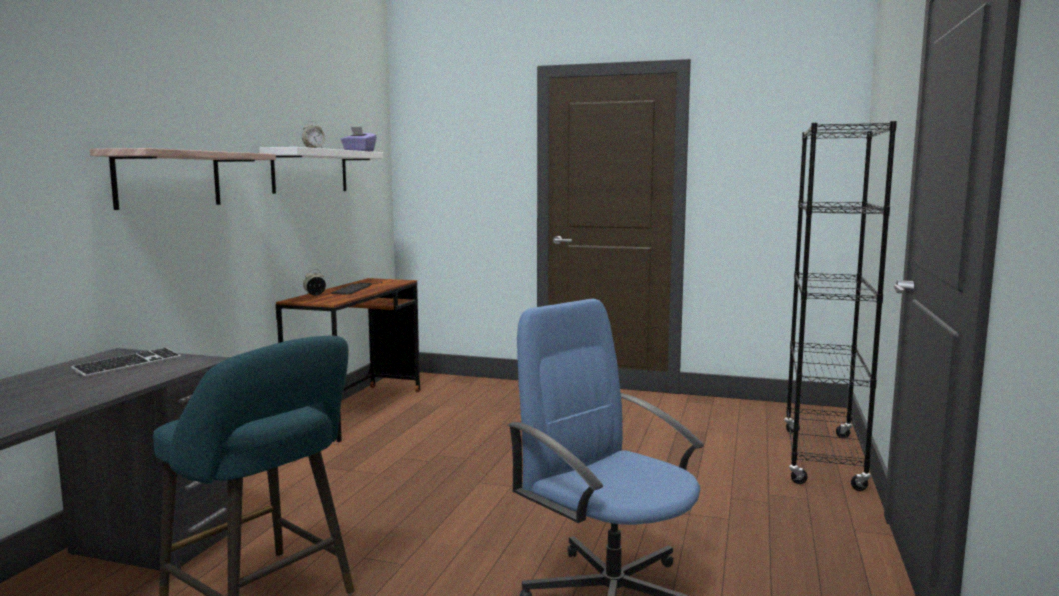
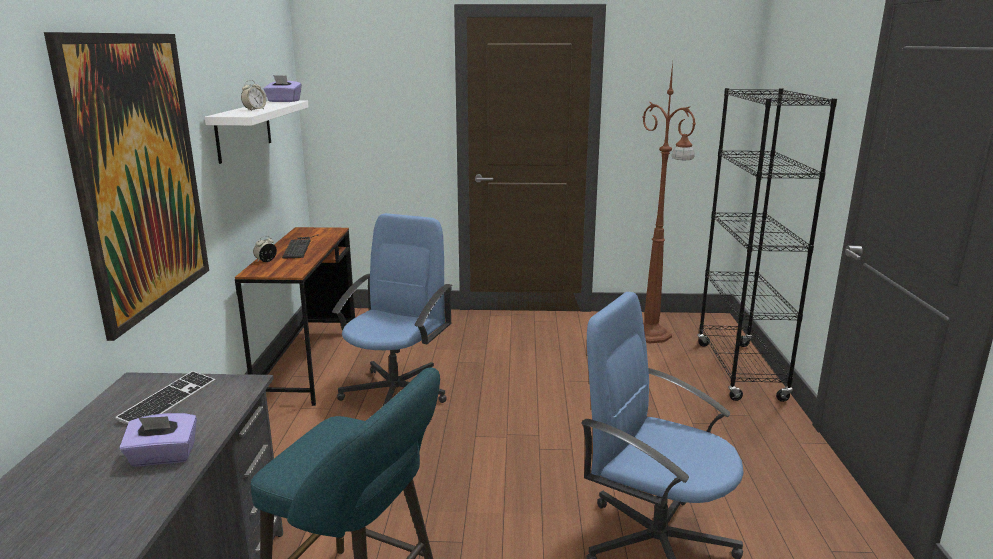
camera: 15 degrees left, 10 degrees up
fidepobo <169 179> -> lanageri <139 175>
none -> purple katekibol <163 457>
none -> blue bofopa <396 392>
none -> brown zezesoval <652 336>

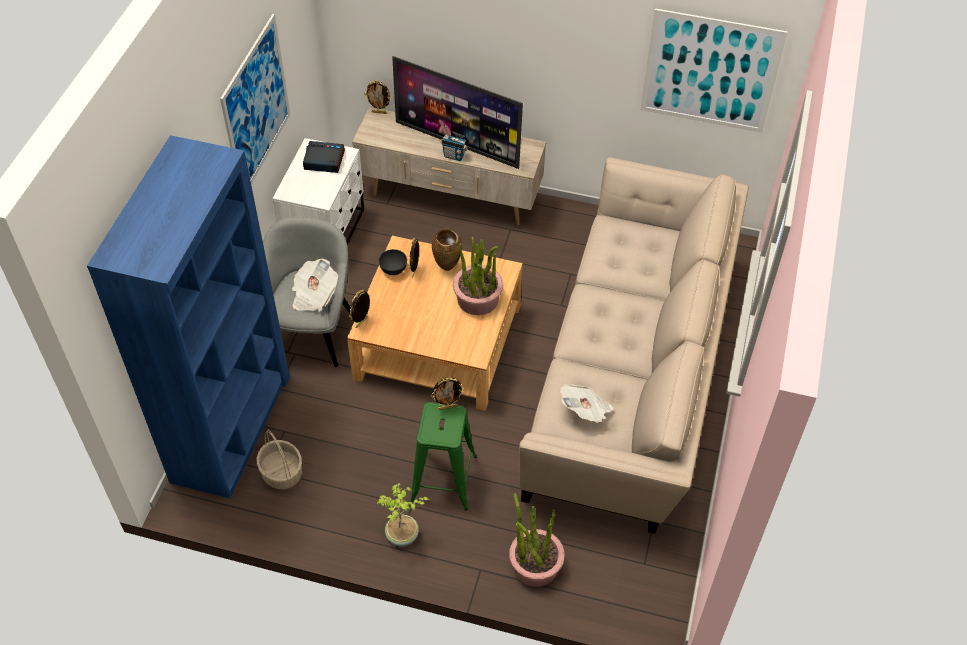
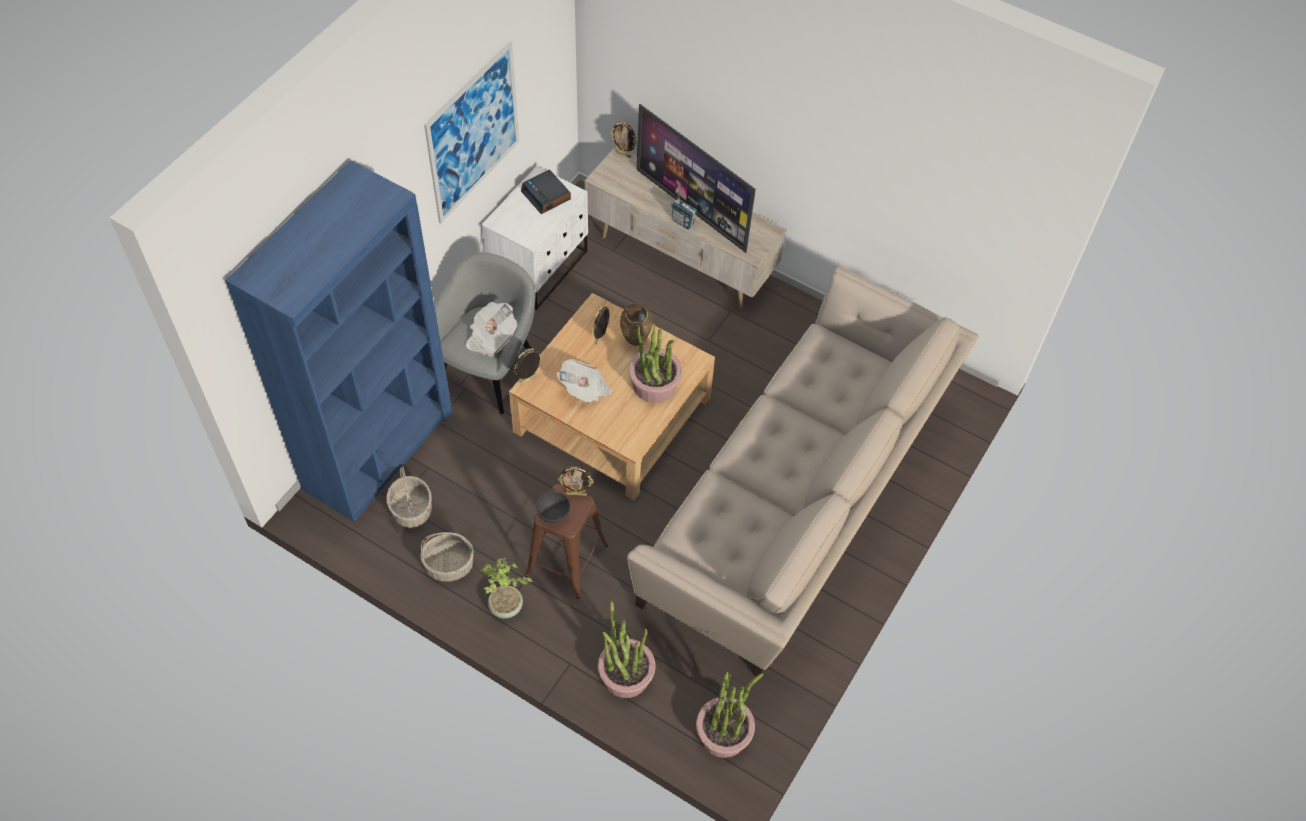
camera: 15 degrees right, 5 degrees up
none -> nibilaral <449 565>
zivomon <324 161> -> zivomon <546 196>, 150 degrees counterclockwise
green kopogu <443 479> -> brown kopogu <567 560>
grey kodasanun <393 270> -> grey kodasanun <553 515>, move
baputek <585 411> -> baputek <585 390>, move
none -> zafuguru <724 733>
lanageri <710 72> -> none

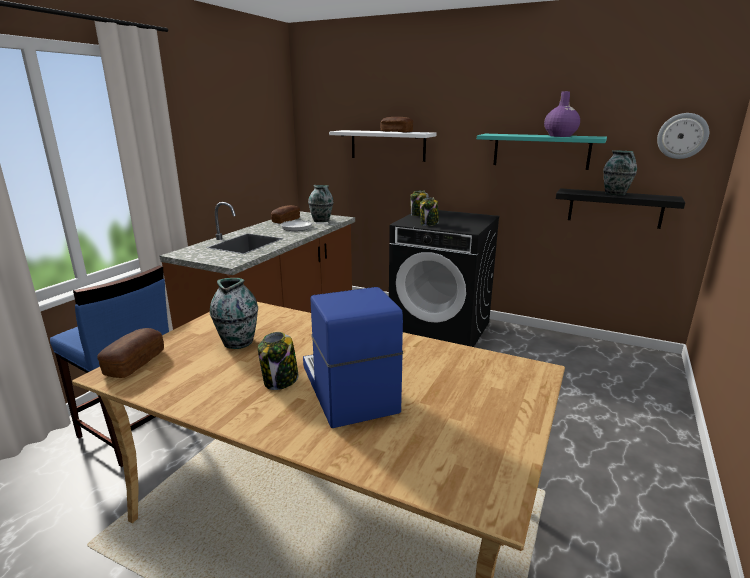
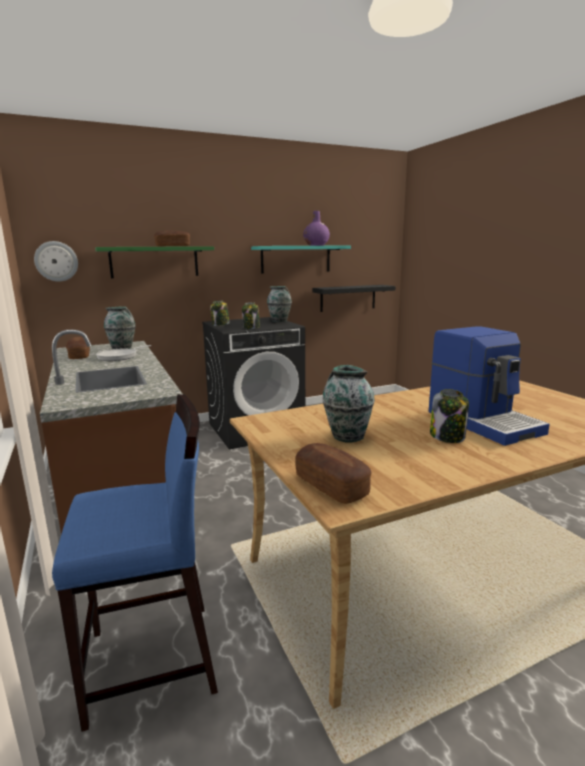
camera: 50 degrees left, 5 degrees down
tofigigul <682 136> -> tofigigul <56 261>, move
white fidepobo <387 145> -> green fidepobo <154 262>
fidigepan <615 194> -> fidigepan <279 321>, move
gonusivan <347 389> -> gonusivan <483 422>, 135 degrees counterclockwise

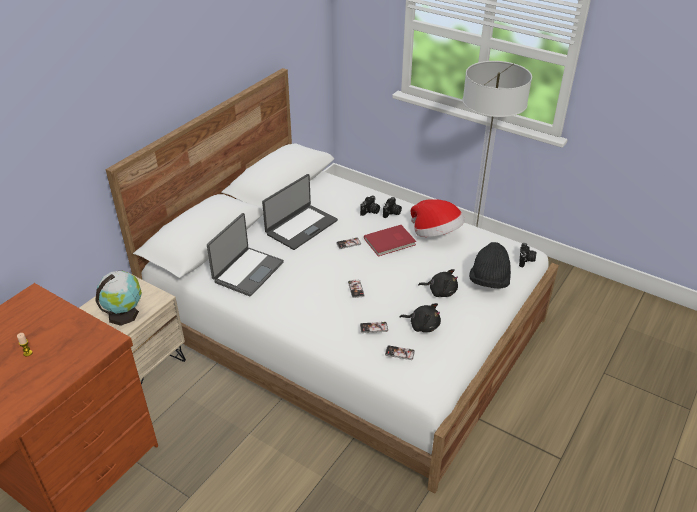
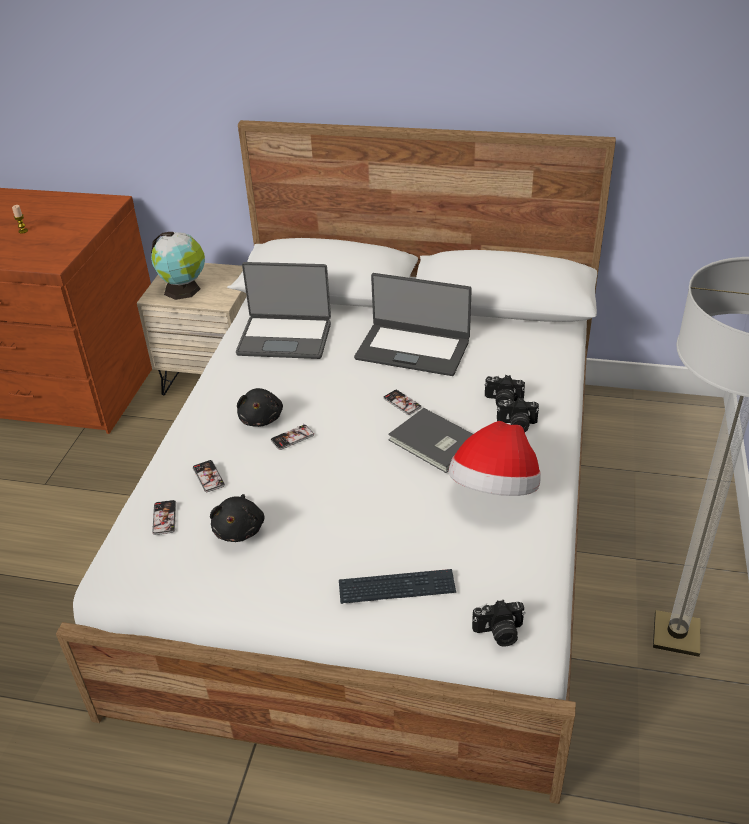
camera: 70 degrees right, 0 degrees up
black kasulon <440 291> -> black kasulon <261 418>, move
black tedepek <489 281> -> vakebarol <397 588>
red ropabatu <391 242> -> grey ropabatu <434 443>

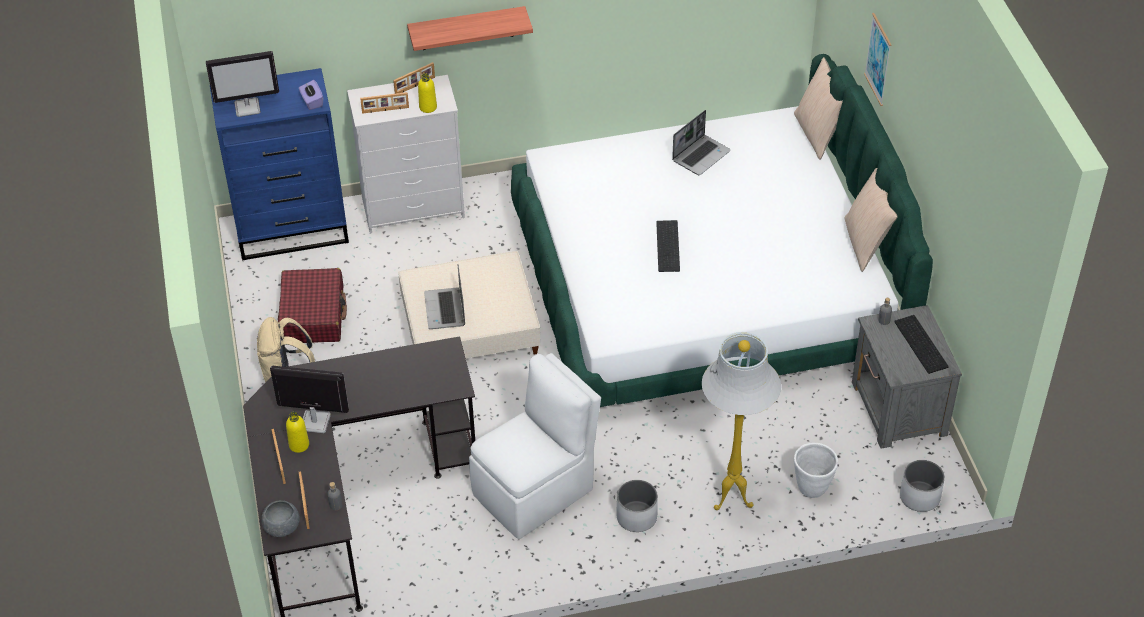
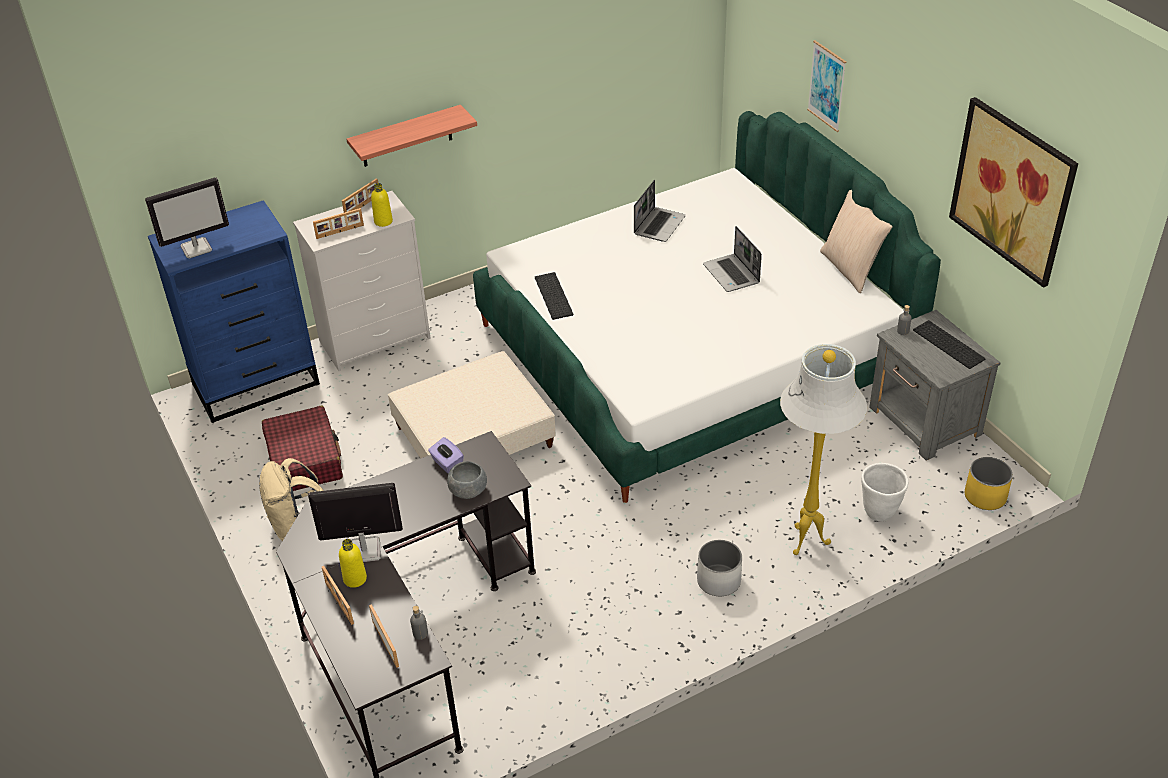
camera: 15 degrees left, 5 degrees down
purple katekibol <312 102> -> purple katekibol <447 463>, move
grey kodasanun <282 527> -> grey kodasanun <468 491>, move
vakebarol <669 246> -> vakebarol <555 296>, move
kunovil <445 310> -> kunovil <732 274>, move
none -> lanageri <1012 191>
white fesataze <919 496> -> yellow fesataze <984 496>
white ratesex <535 490> -> none
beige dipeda <818 134> -> none

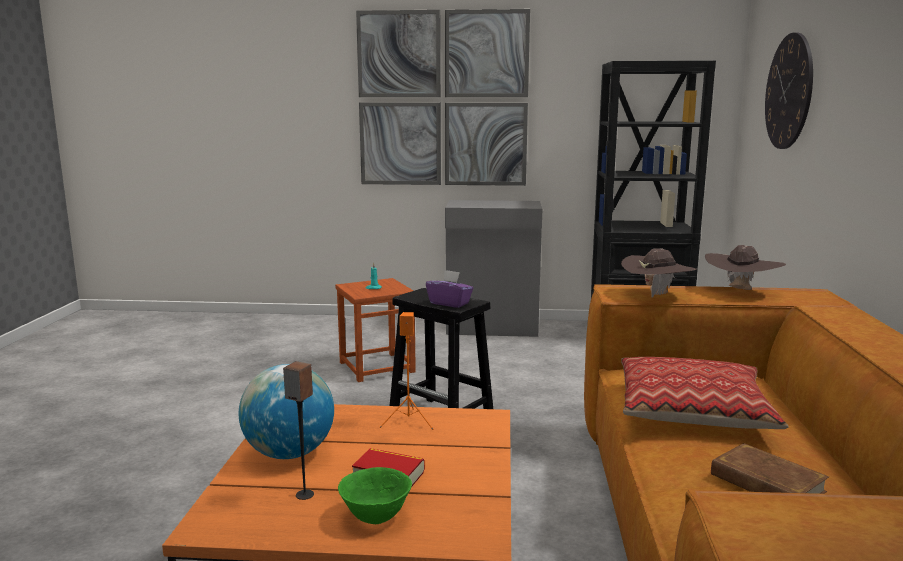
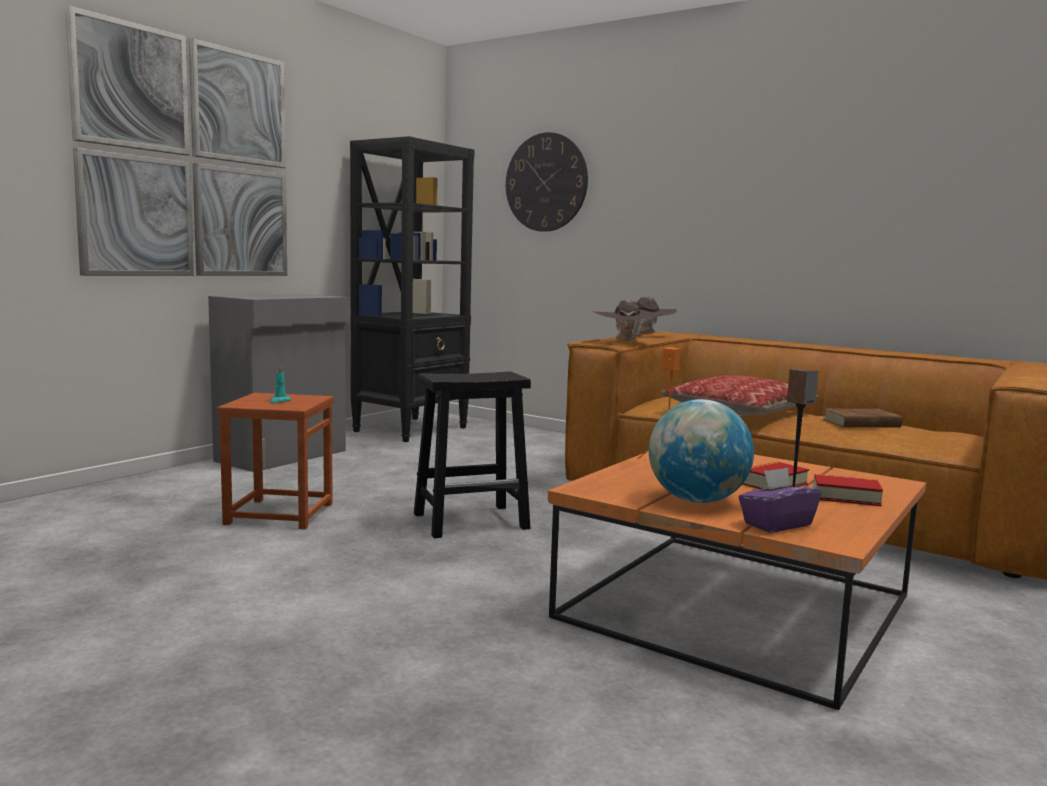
camera: 60 degrees left, 5 degrees down
purple katekibol <449 303> -> purple katekibol <776 524>, move
green kodasanun <375 517> -> ropabatu <846 497>

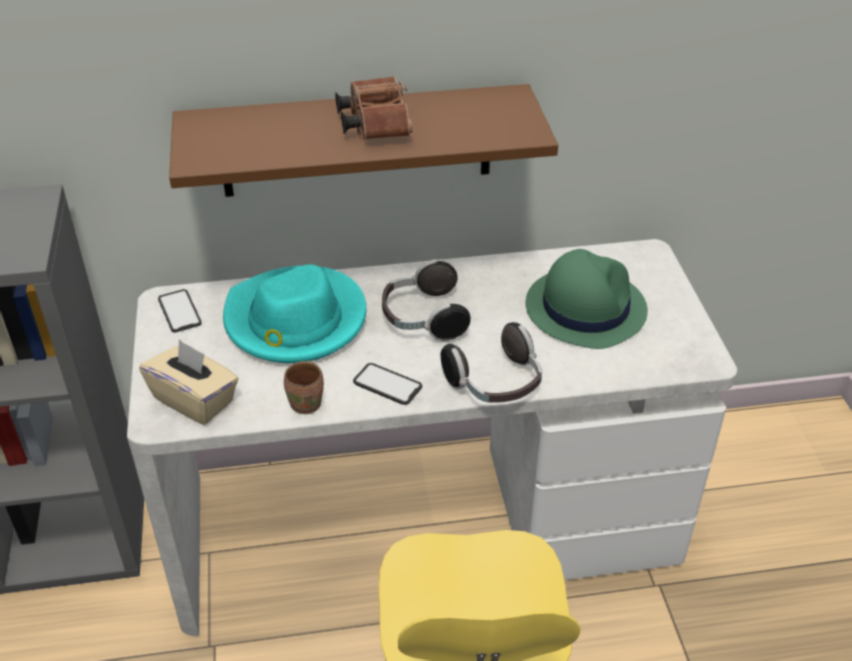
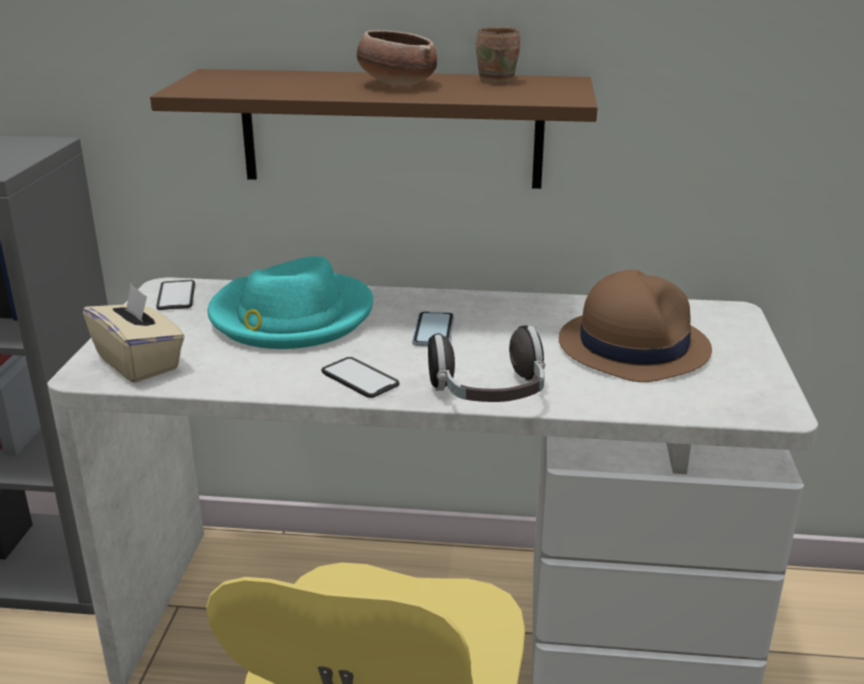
camera: 15 degrees right, 15 degrees down
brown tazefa <374 123> -> kodasanun <396 84>
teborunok <423 318> -> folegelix <433 331>
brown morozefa <308 403> -> brown morozefa <499 80>, move
green tedepek <585 307> -> brown tedepek <633 345>

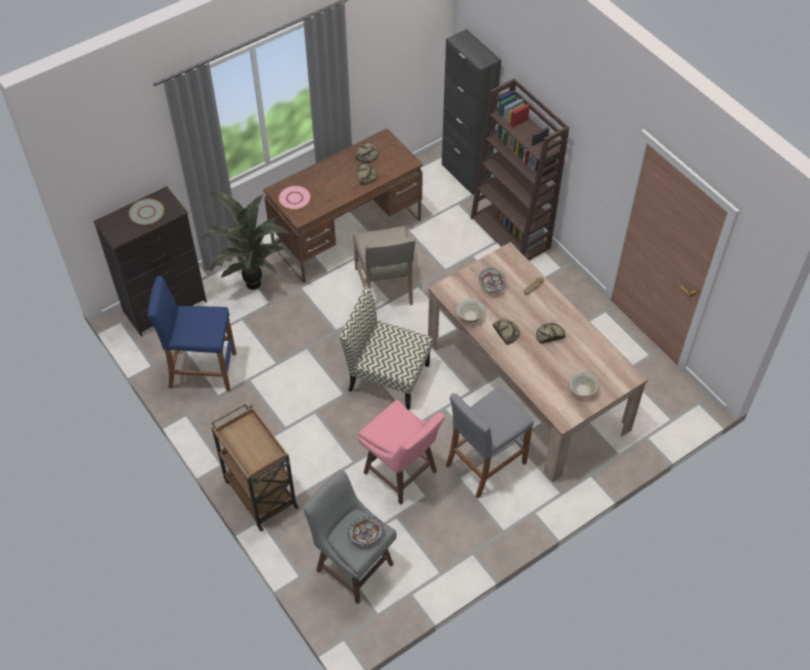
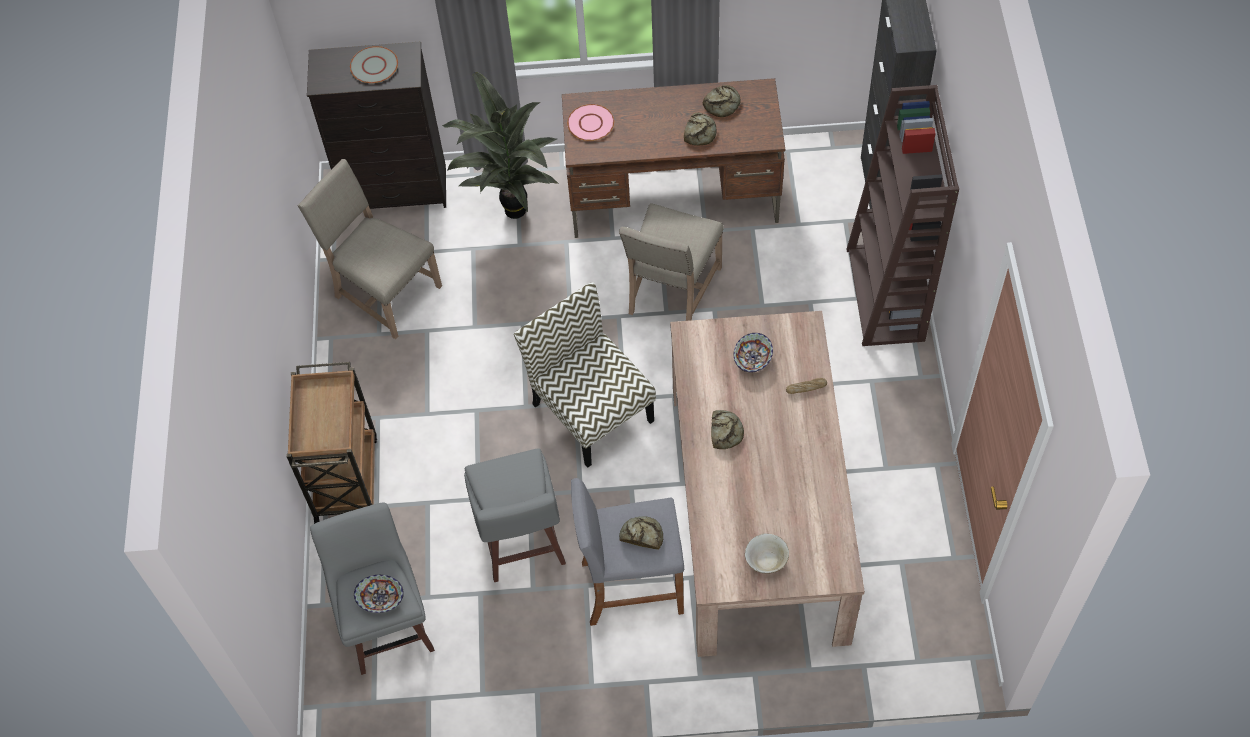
camera: 35 degrees right, 5 degrees up
blue kopogu <202 370> -> beige ratesex <384 292>
pink kopogu <401 474> -> grey kopogu <521 544>
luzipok <549 335> -> luzipok <642 535>, move
beige kodasanun <470 316> -> none

